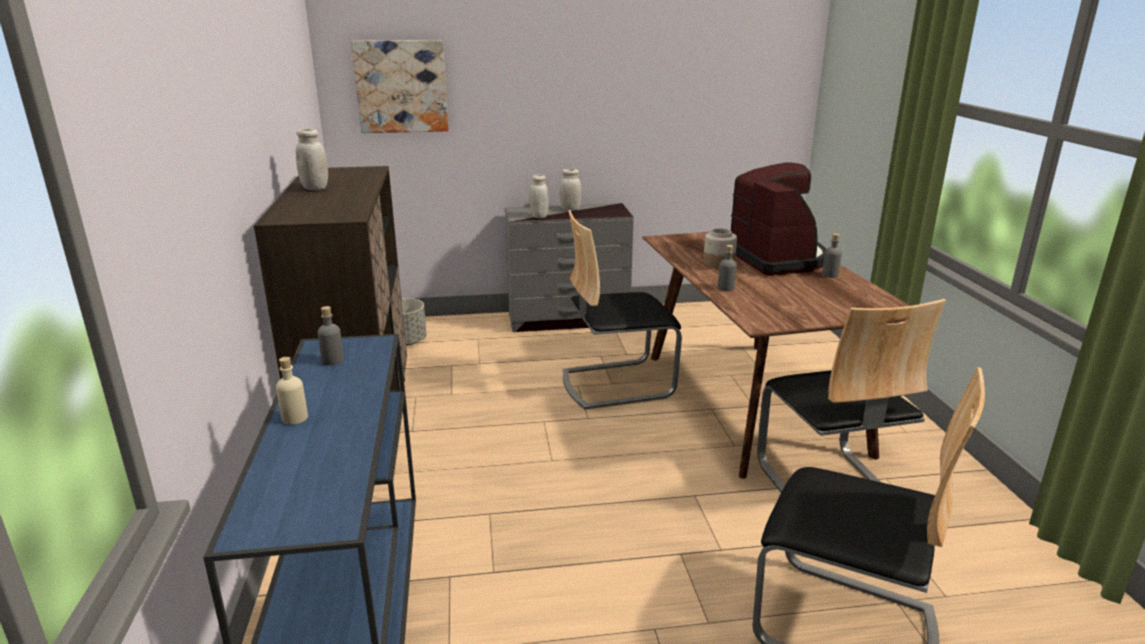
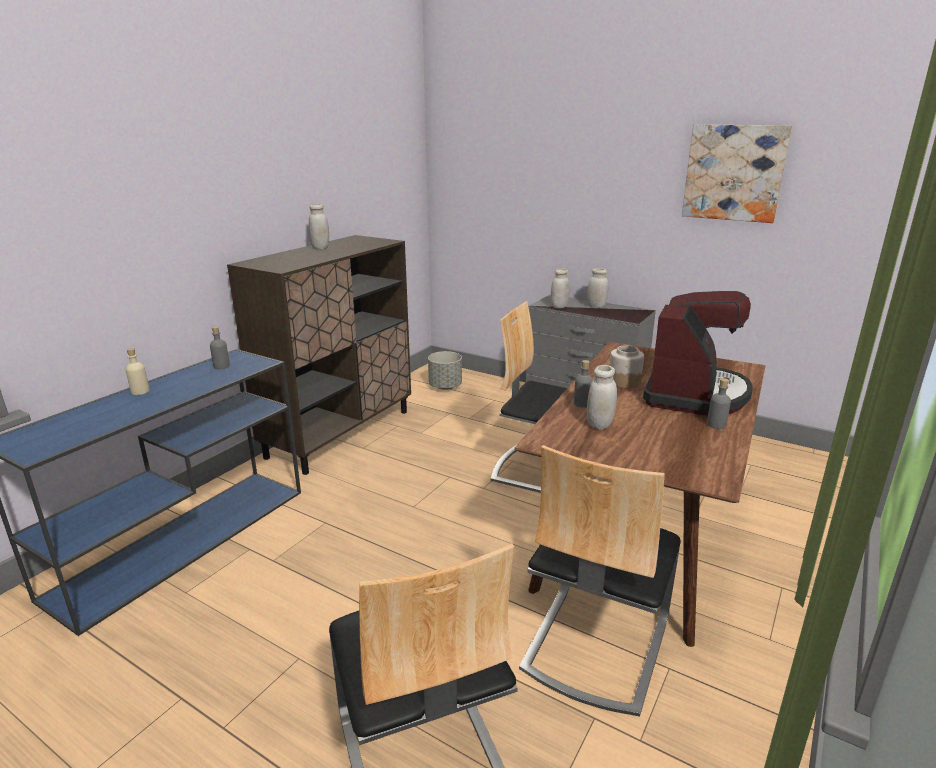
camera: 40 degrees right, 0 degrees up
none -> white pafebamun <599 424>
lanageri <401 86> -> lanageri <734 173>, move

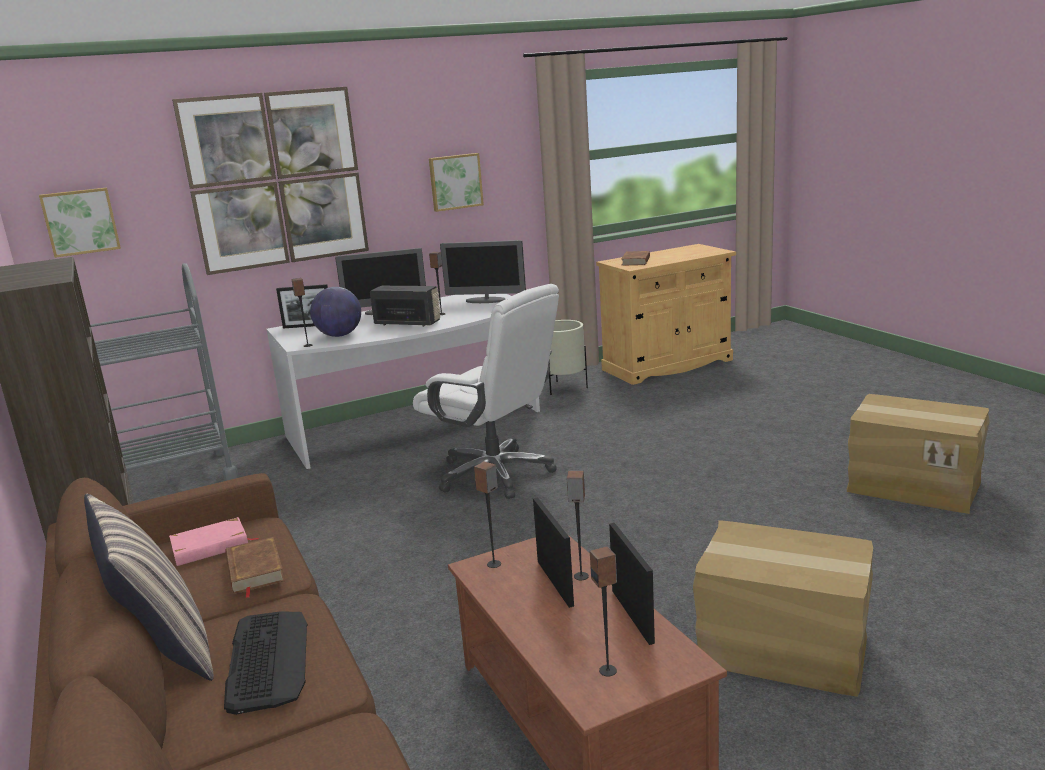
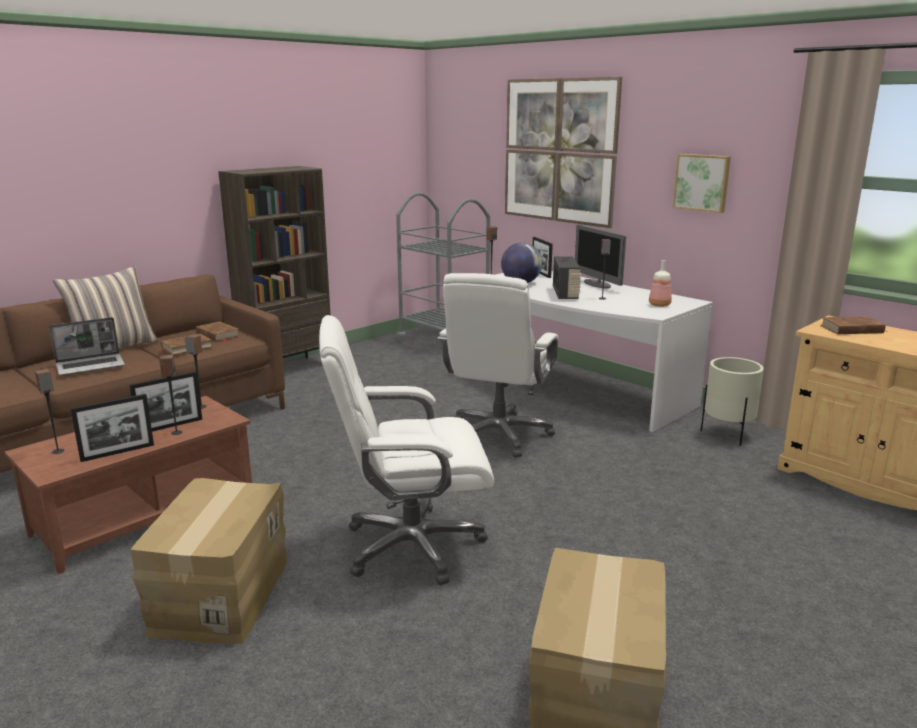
camera: 70 degrees right, 0 degrees up
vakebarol <267 660> -> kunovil <91 366>
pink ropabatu <210 547> -> brown ropabatu <218 334>
none -> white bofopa <410 546>
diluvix <486 300> -> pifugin <660 305>
lanageri <80 221> -> none

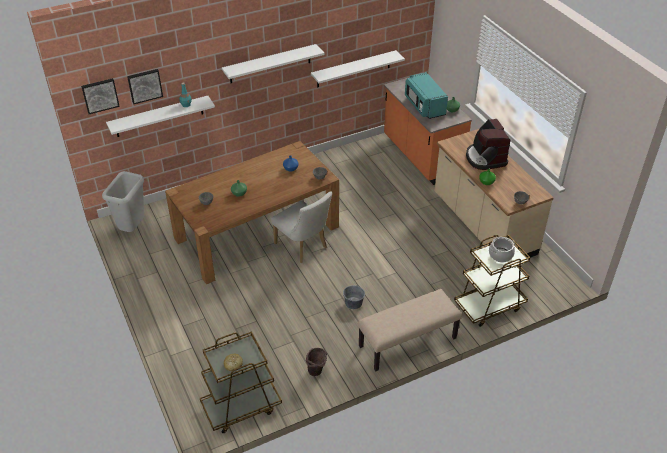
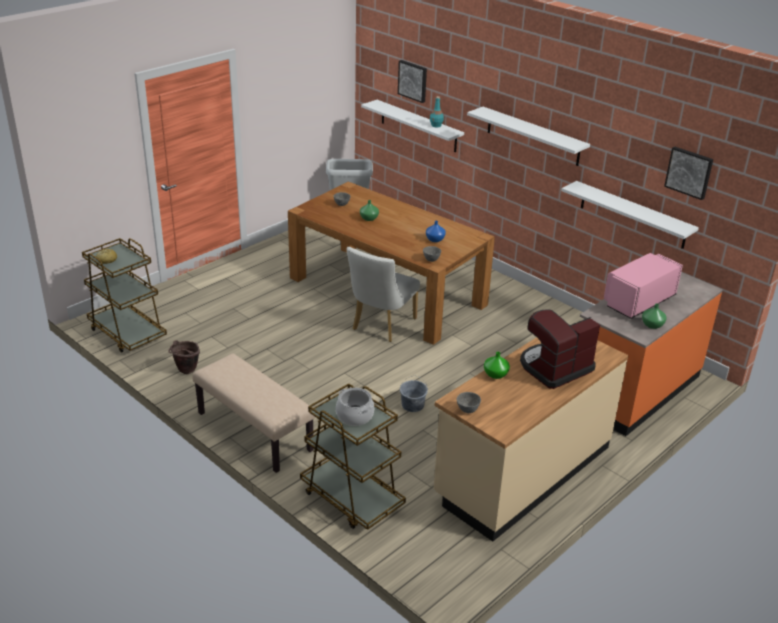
camera: 70 degrees right, 10 degrees down
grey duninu <353 303> -> grey duninu <412 405>, move
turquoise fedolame <424 106> -> pink fedolame <638 301>
lanageri <100 95> -> lanageri <689 172>, move

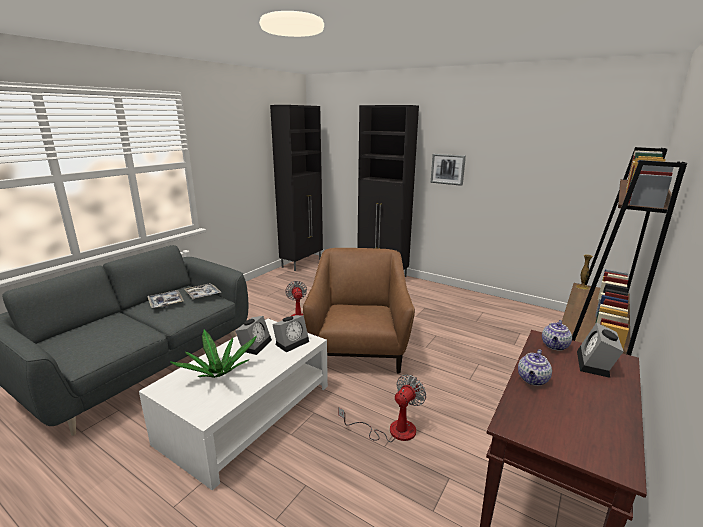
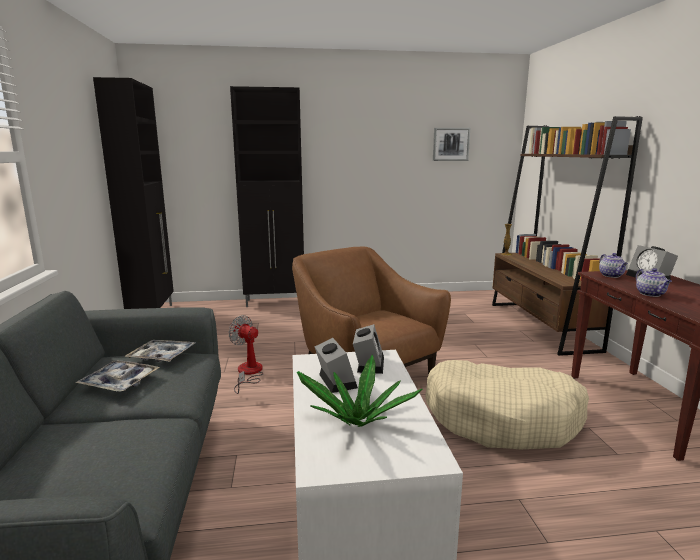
camera: 40 degrees left, 5 degrees down
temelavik <392 430> -> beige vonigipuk <502 418>
lanageri <448 169> -> lanageri <451 144>, move

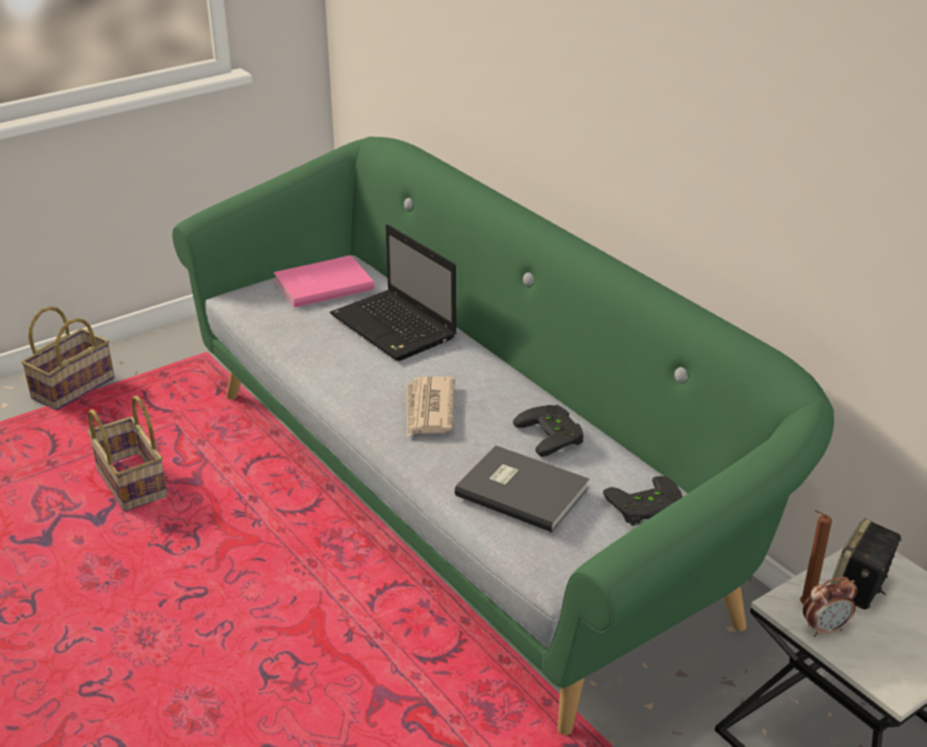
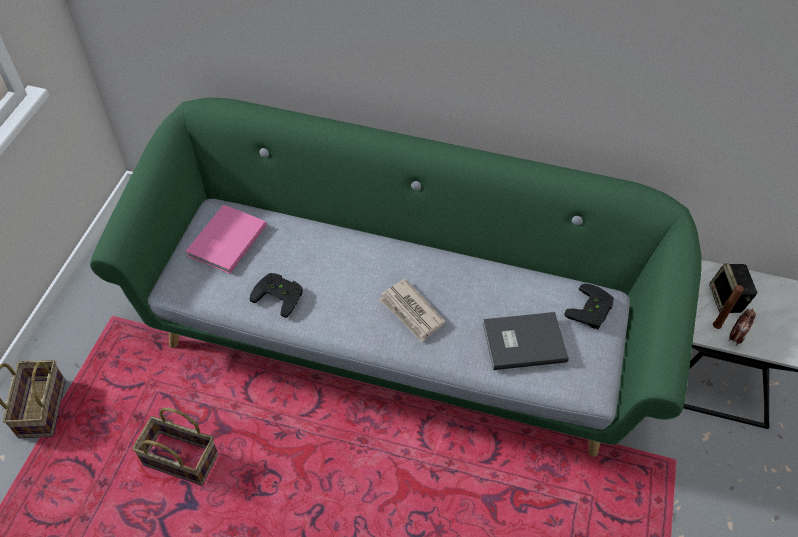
camera: 40 degrees left, 20 degrees up
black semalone <554 434> -> black semalone <280 294>, move
kunovil <395 328> -> none

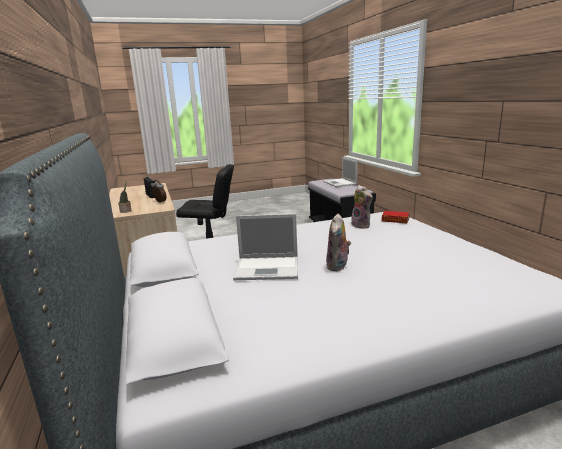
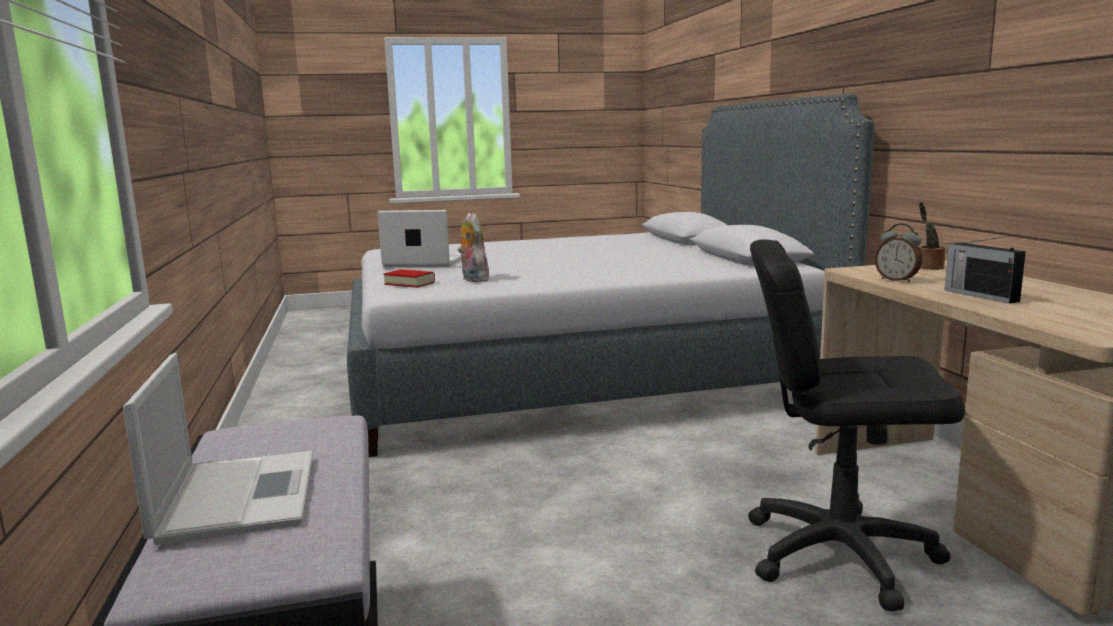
camera: 175 degrees left, 5 degrees down
kunovil <268 268> -> kunovil <421 263>, move
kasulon <338 266> -> none

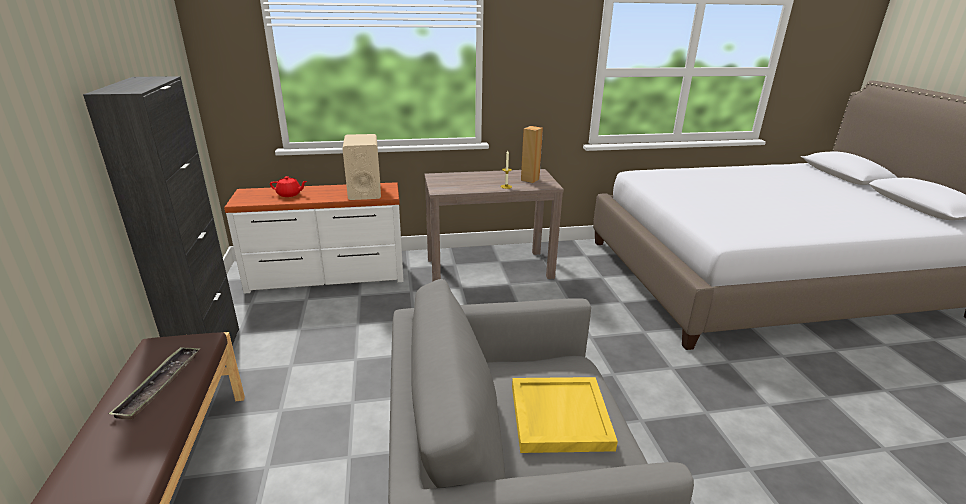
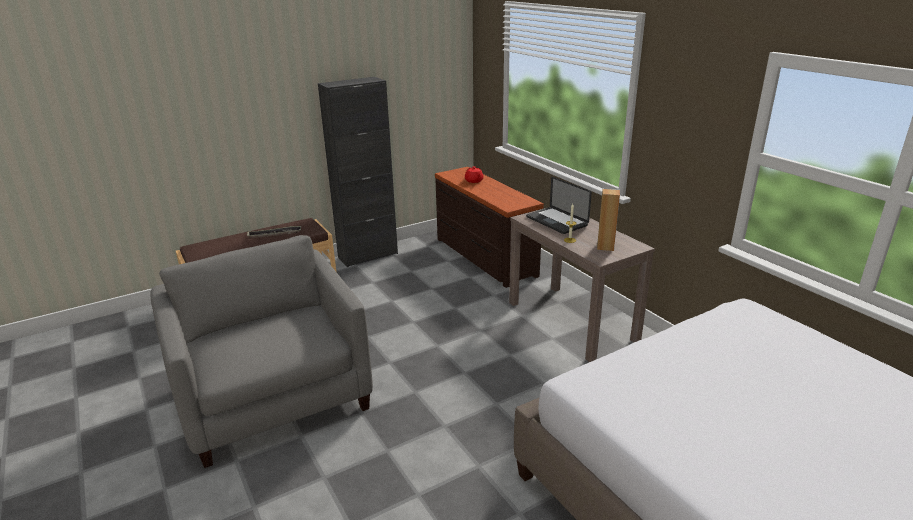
camera: 70 degrees right, 0 degrees up
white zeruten <327 277> -> brown zeruten <483 257>
none -> kunovil <556 221>
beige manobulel <364 191> -> none
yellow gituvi <559 416> -> none

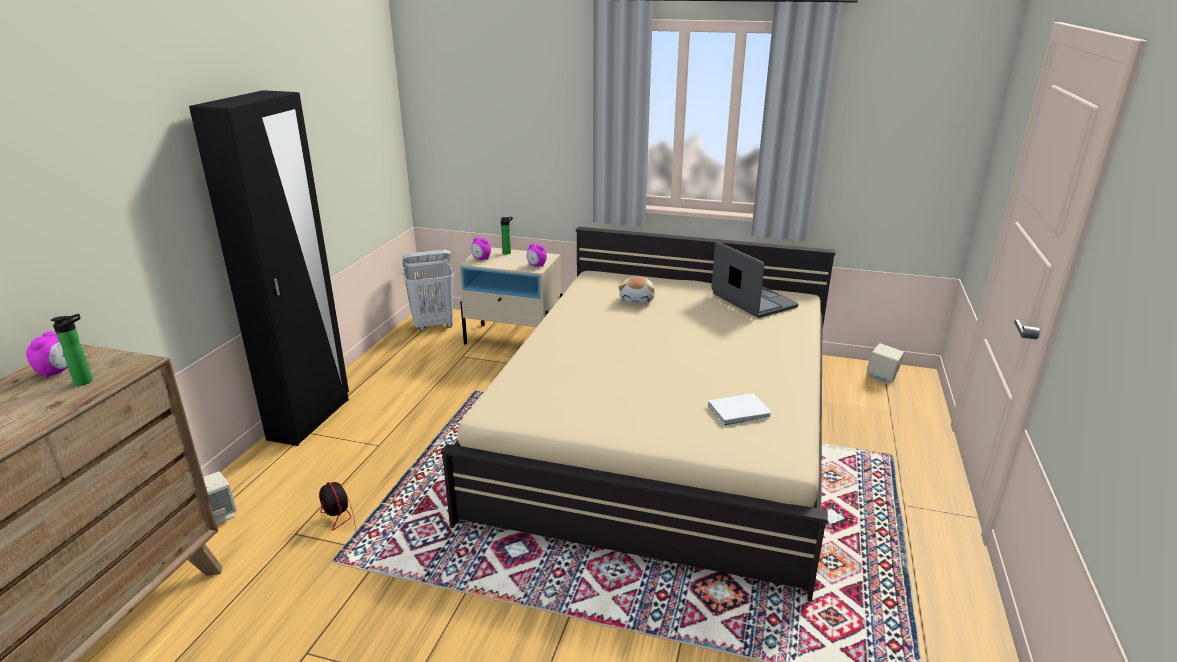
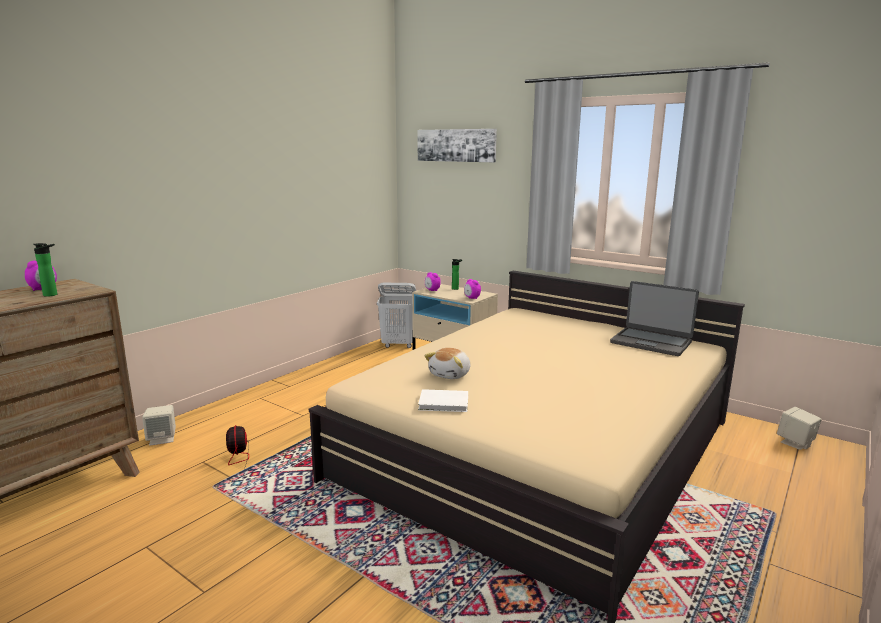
camera: 20 degrees right, 10 degrees down
none -> lanageri <456 145>
white ropabatu <740 412> -> white ropabatu <445 403>, move
kasulon <637 300> -> kasulon <451 374>, move
kunovil <752 301> -> kunovil <651 342>, 135 degrees clockwise
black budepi <310 419> -> none

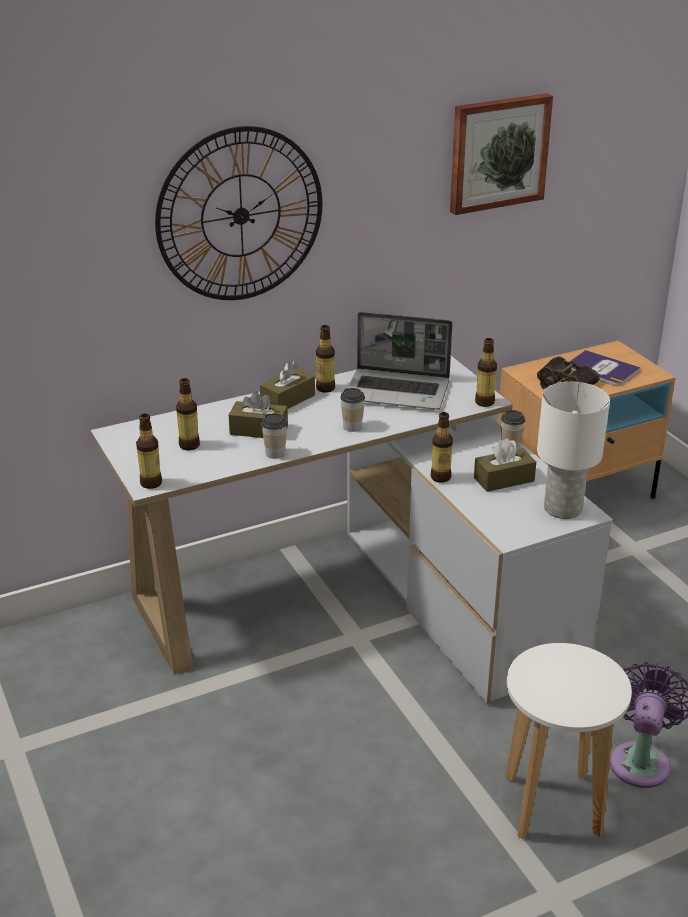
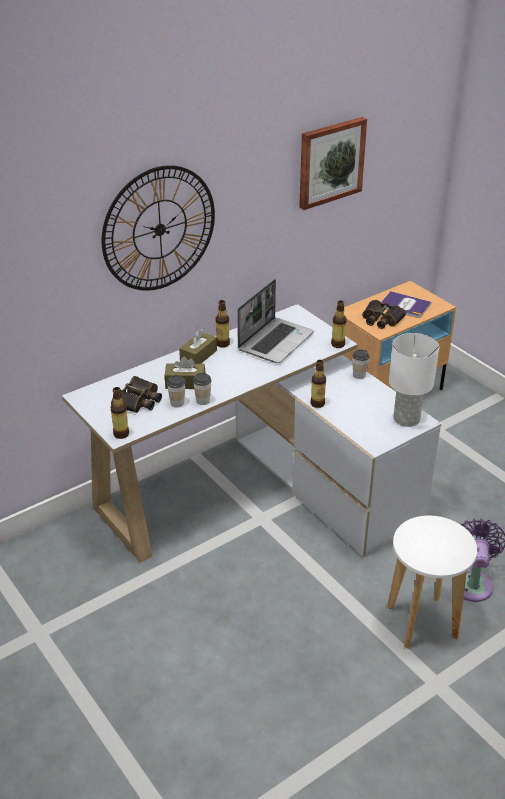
camera: 10 degrees left, 5 degrees up
pifugin <189 445> -> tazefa <139 400>
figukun <352 427> -> figukun <177 403>, move
kunovil <398 391> -> kunovil <275 341>, 60 degrees counterclockwise
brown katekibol <504 479> -> none

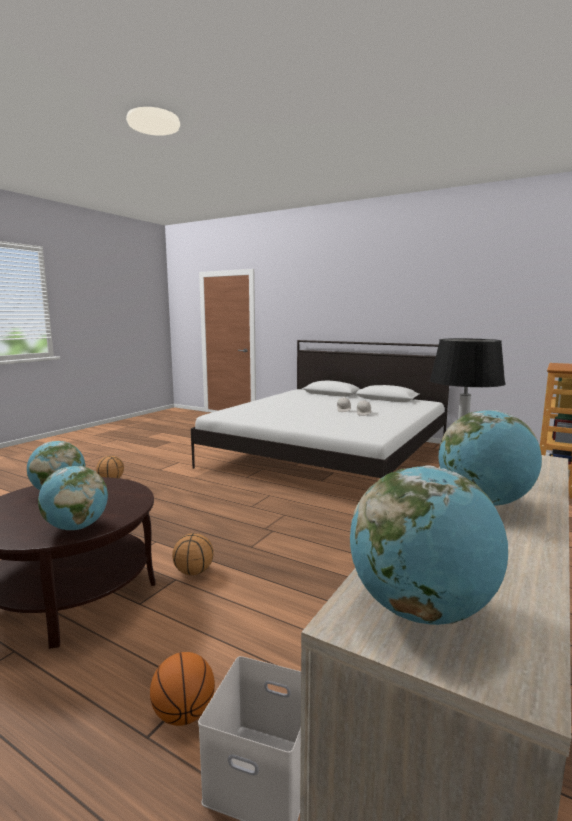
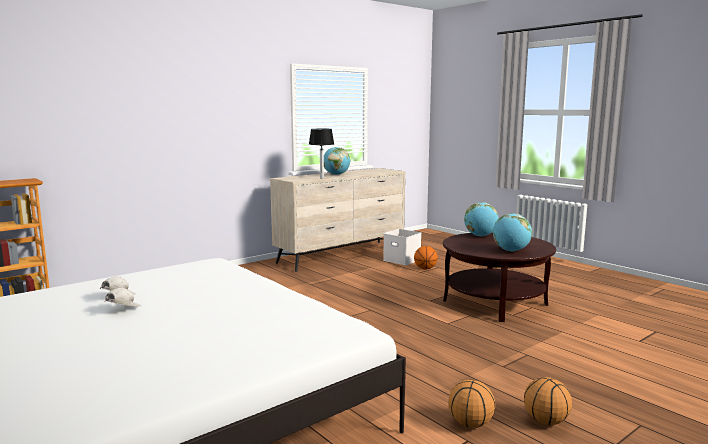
camera: 160 degrees left, 0 degrees up
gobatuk <194 572> -> gobatuk <469 424>, move
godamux <421 610> -> none

